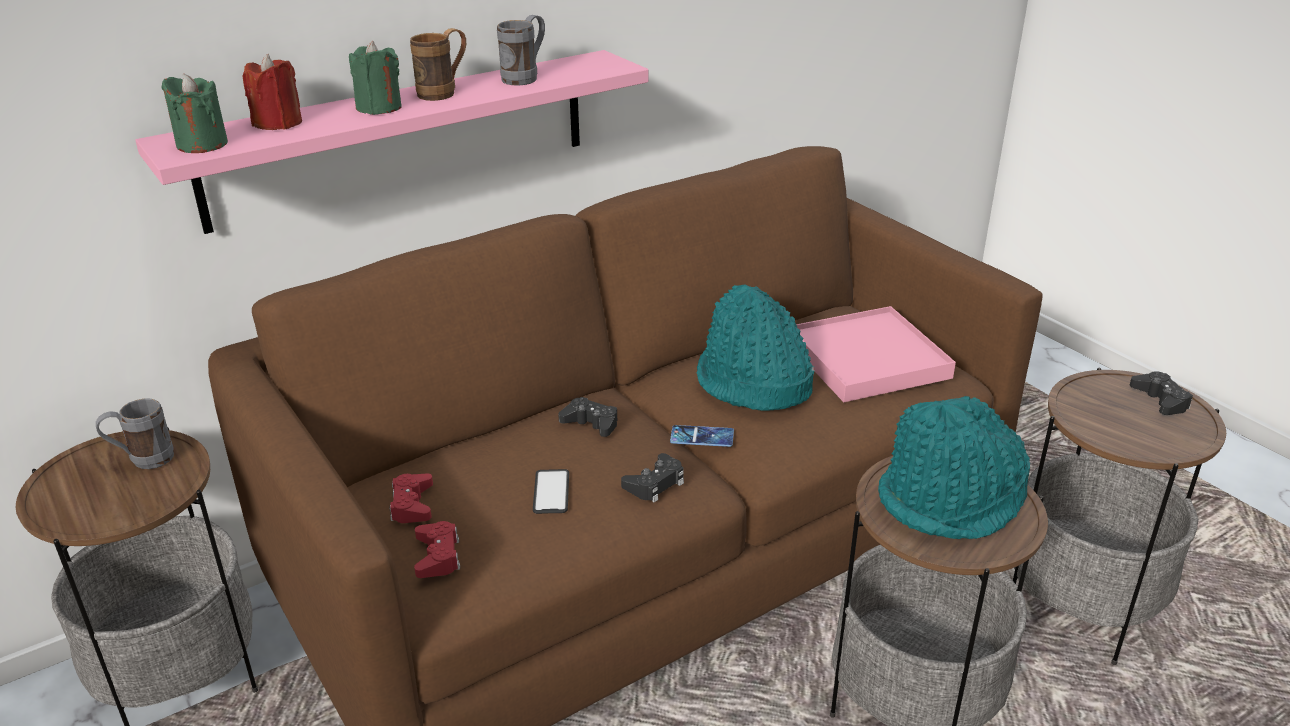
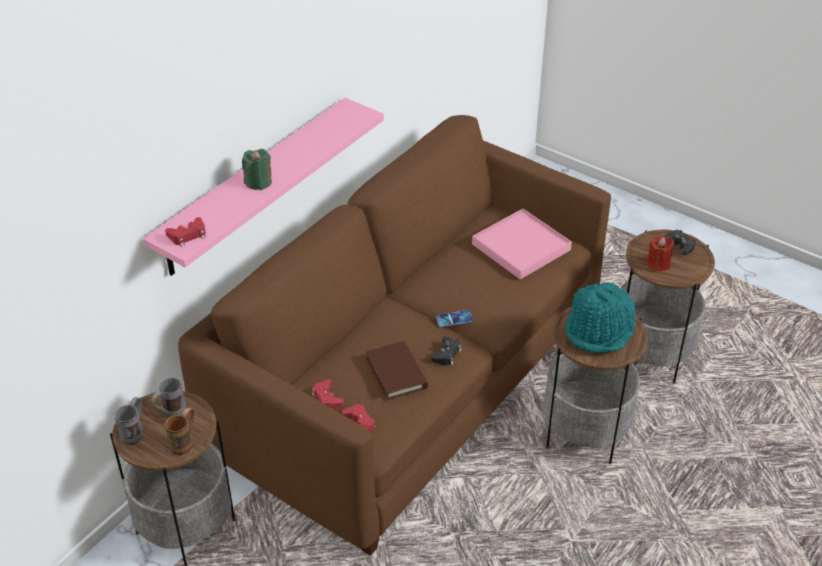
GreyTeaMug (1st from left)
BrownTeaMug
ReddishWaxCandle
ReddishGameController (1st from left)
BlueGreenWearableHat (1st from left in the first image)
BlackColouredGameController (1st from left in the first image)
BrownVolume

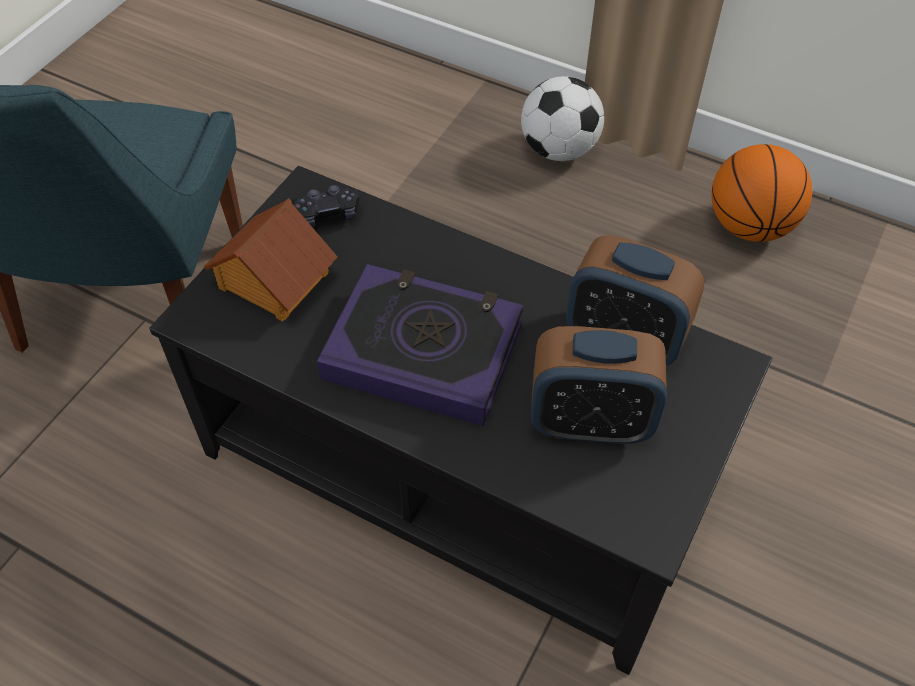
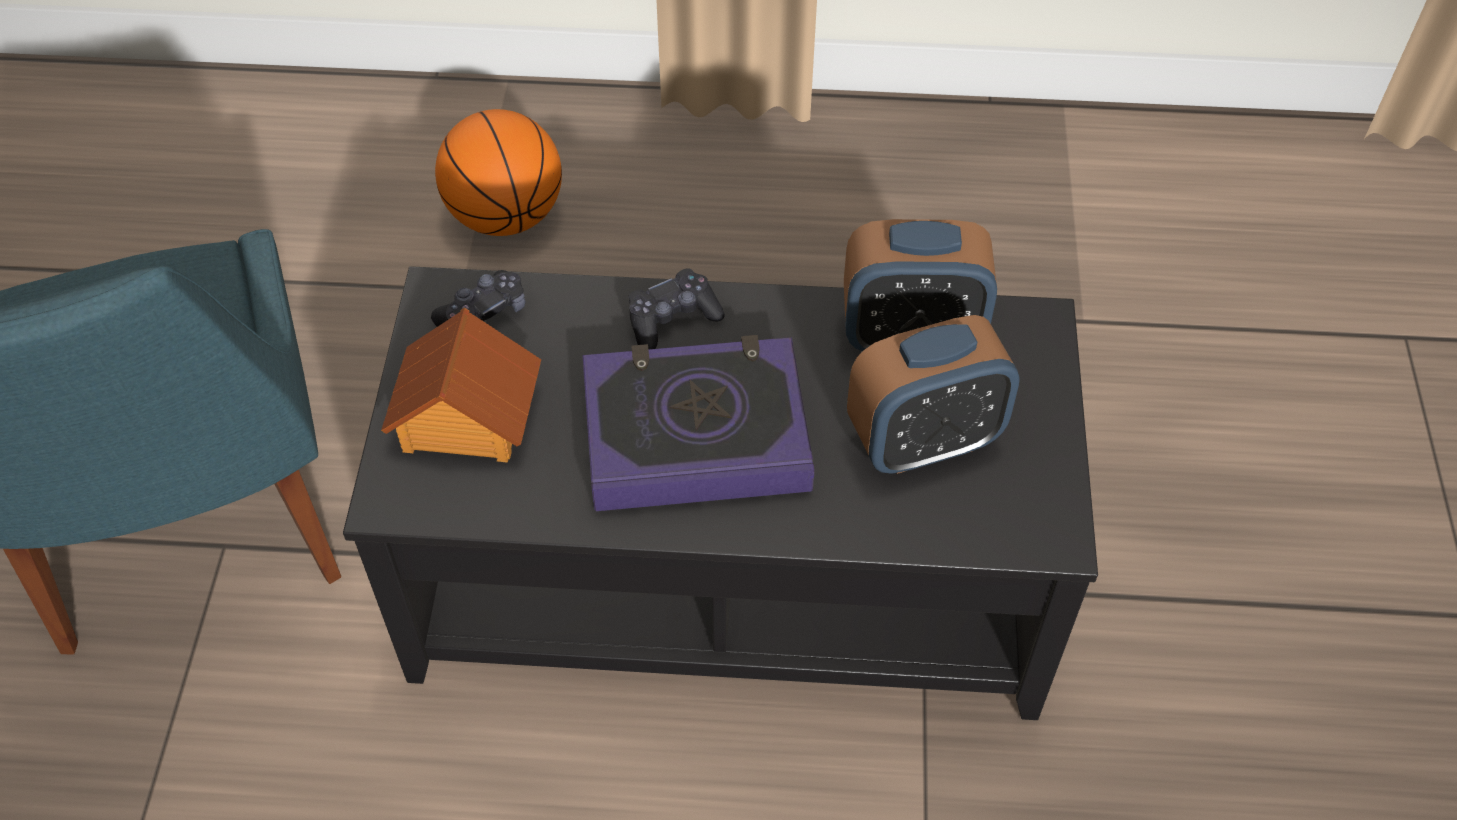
Football
Basketball
BlackColouredGameController (2nd from left)

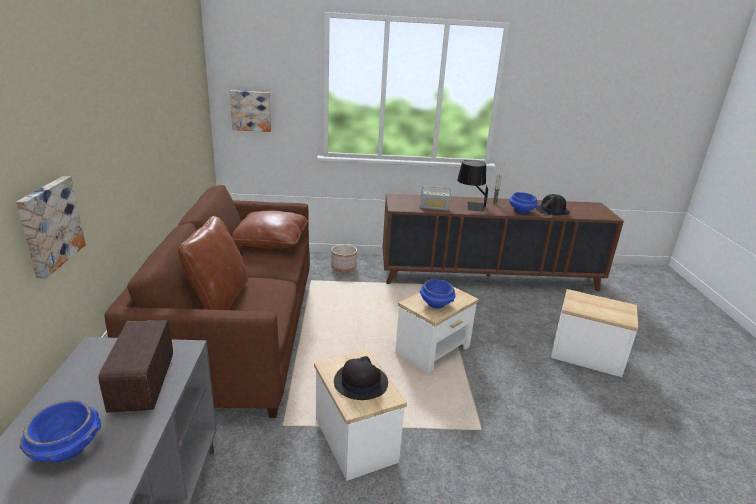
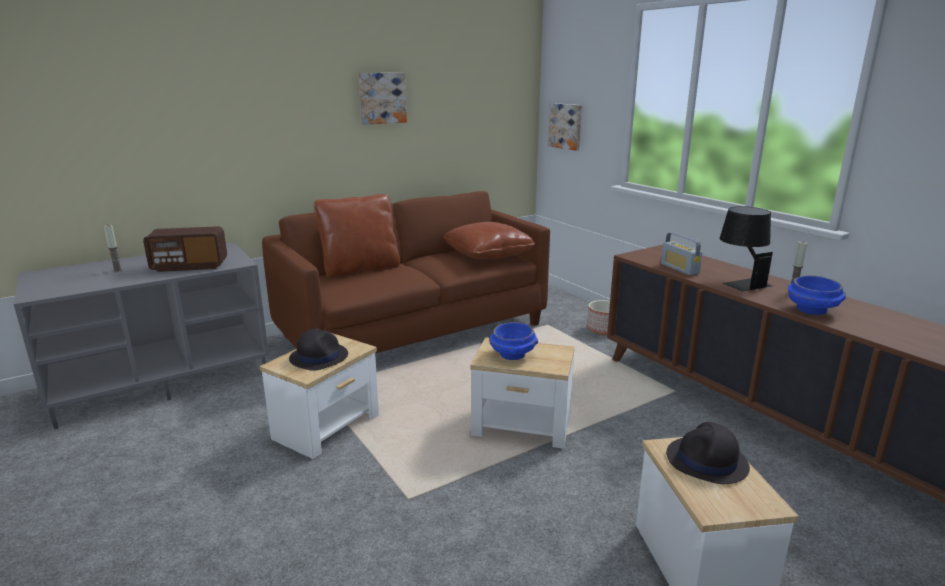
WallPicture (1st from left)
BlackColouredWearableHat (2nd from left)
Radio (1st from left)
WaxCandle (1st from left)

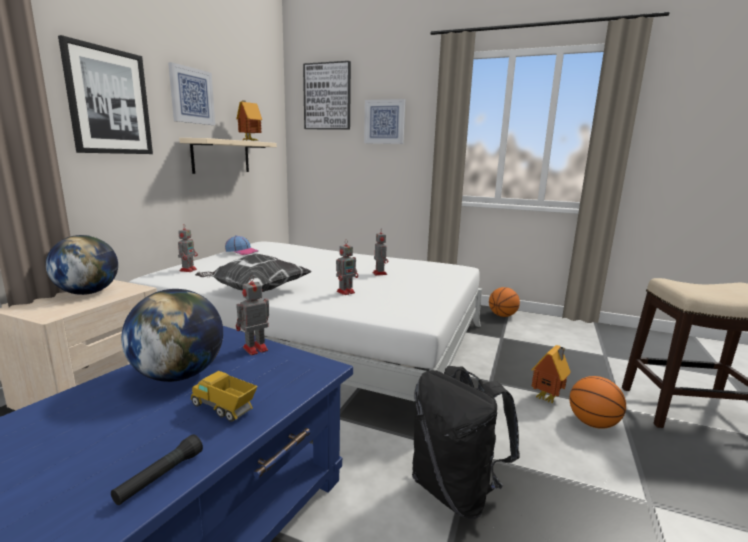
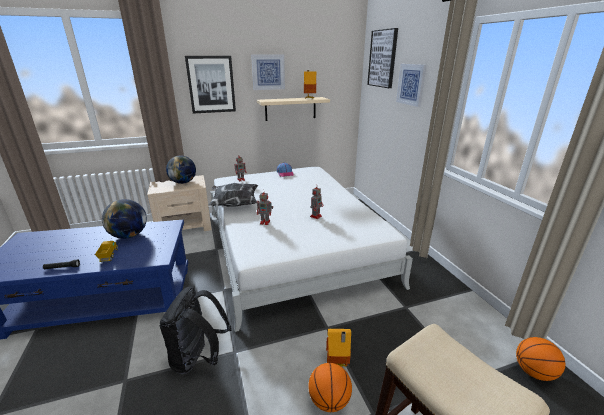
ModelRobot (2nd from left in the first image)
Basketball (2nd from left)

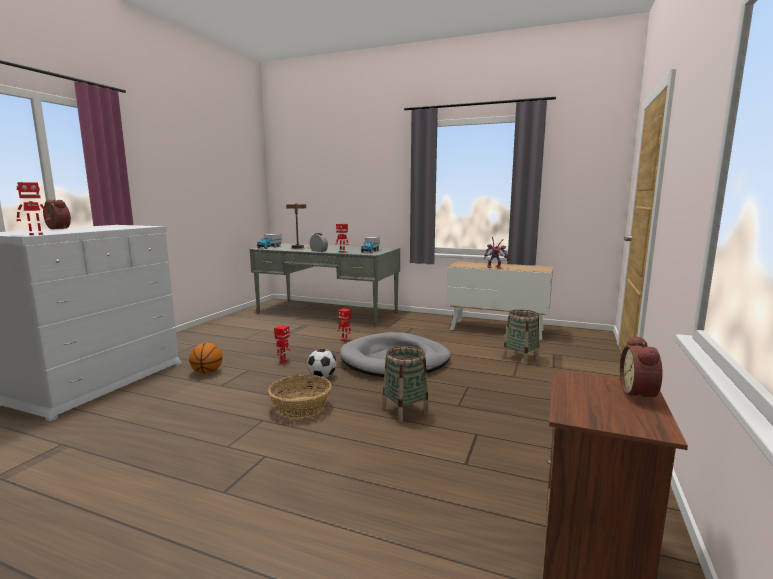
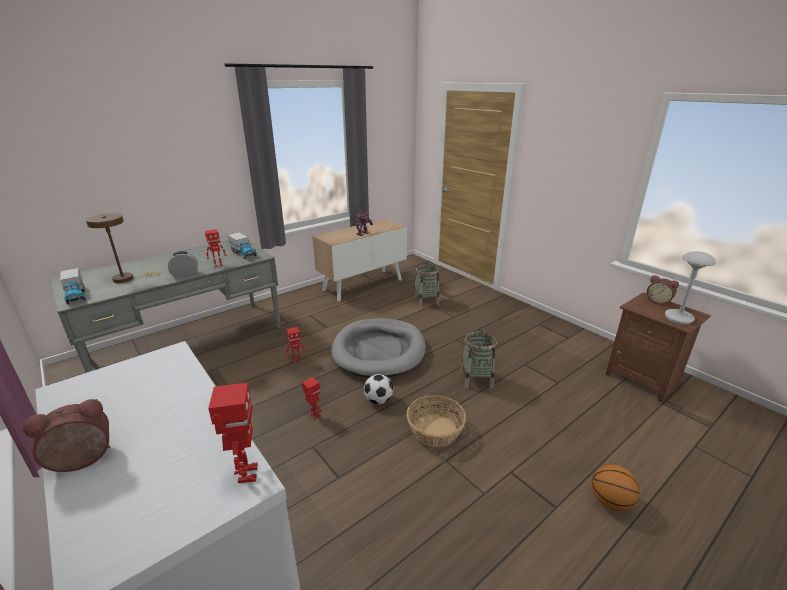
Basketball
GreyLampForATable

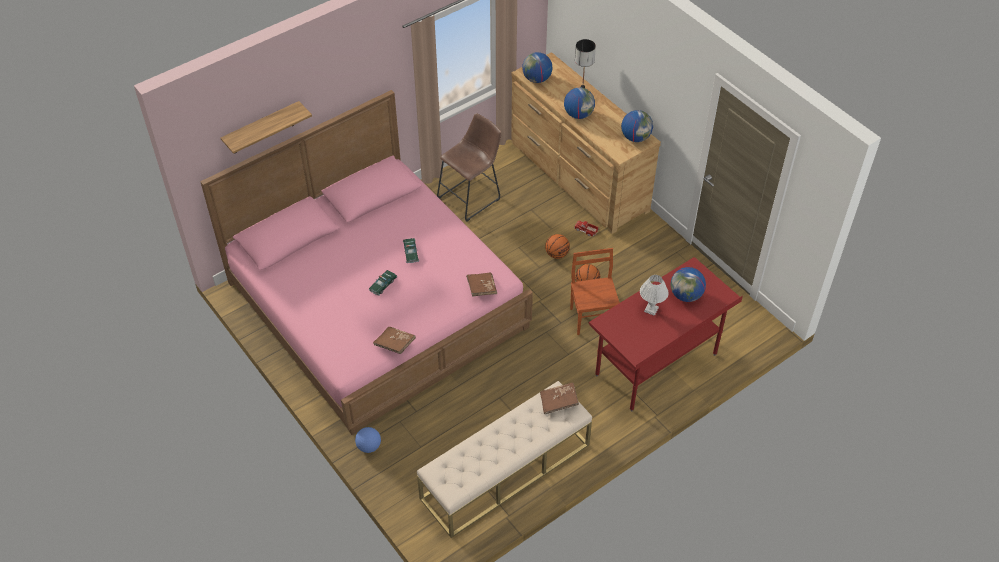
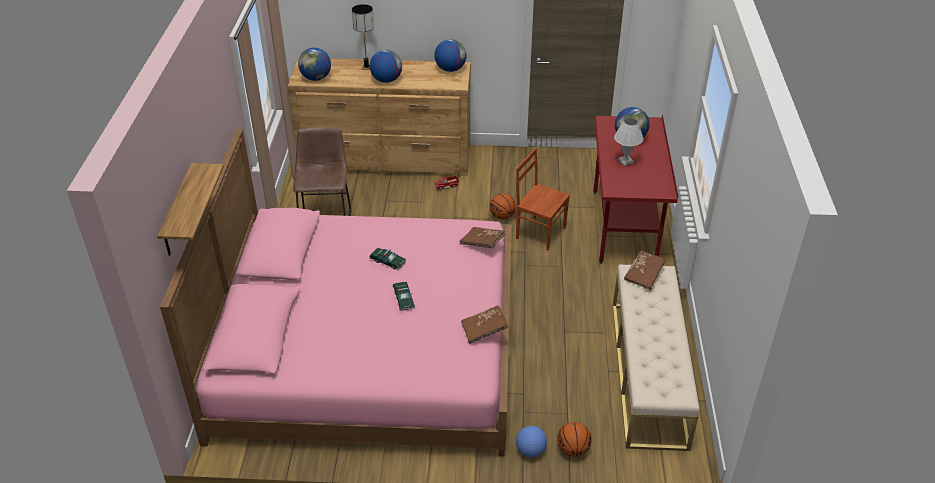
Basketball (2nd from left)

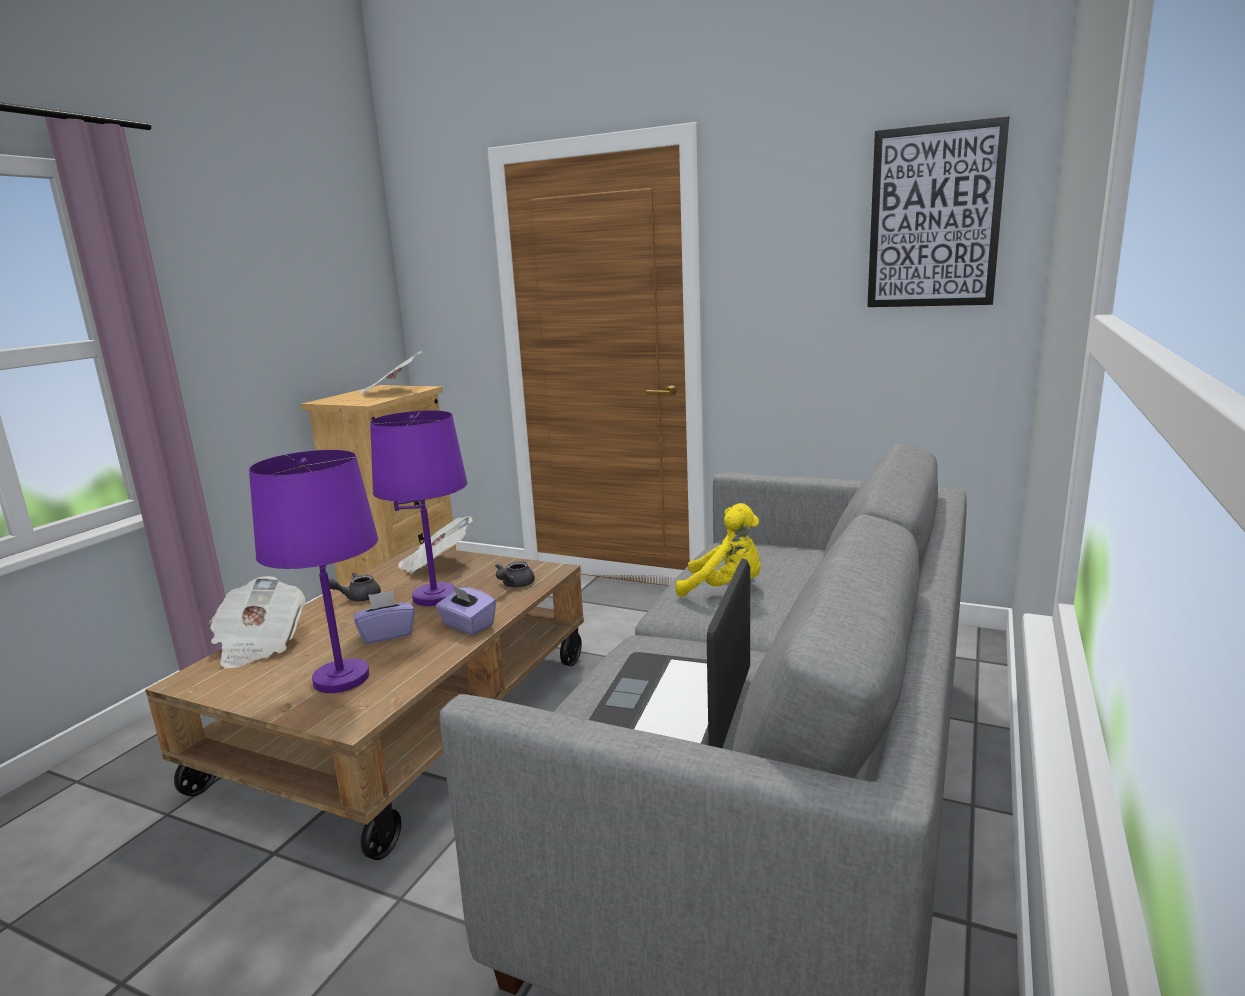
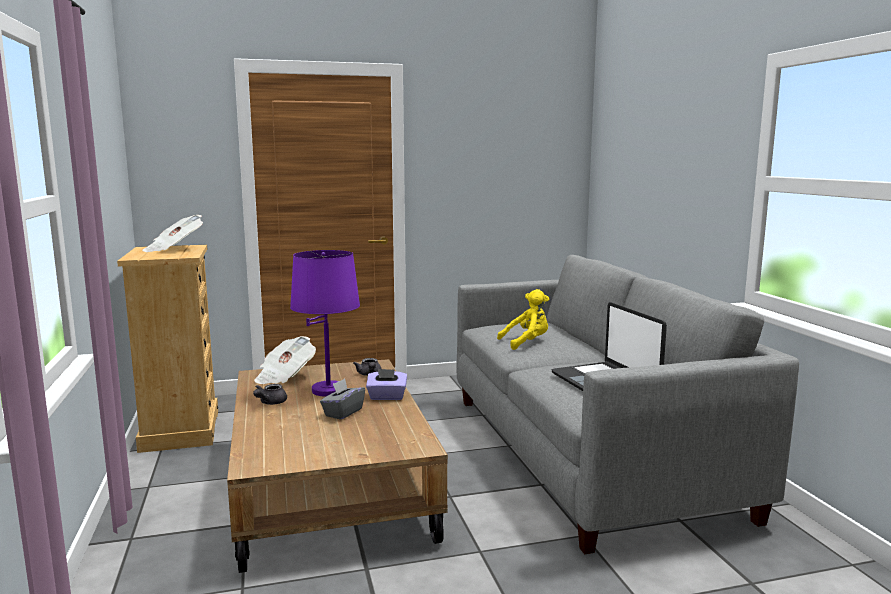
WallPicture
PurpleLampForATable (1st from left in the first image)
PrintedPaper (1st from left in the first image)
GreyTissueBox

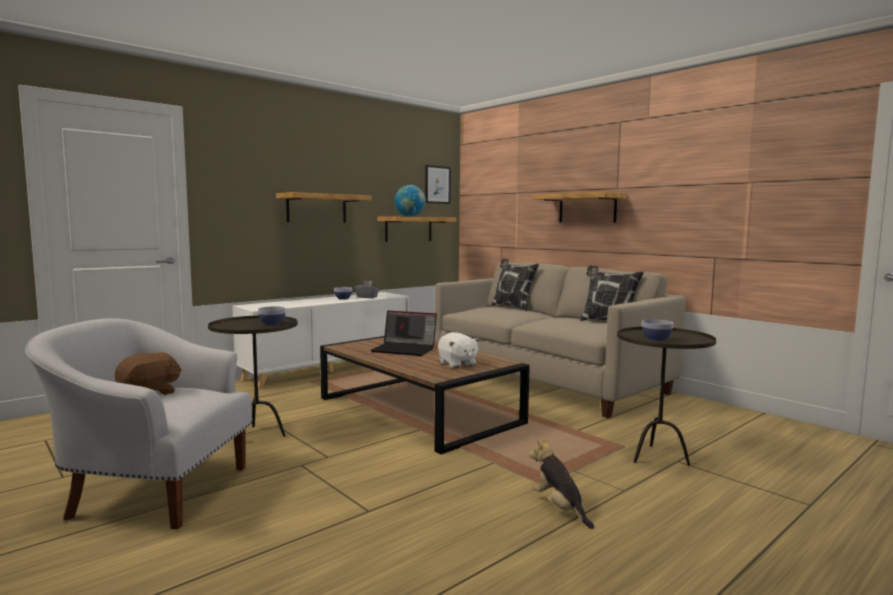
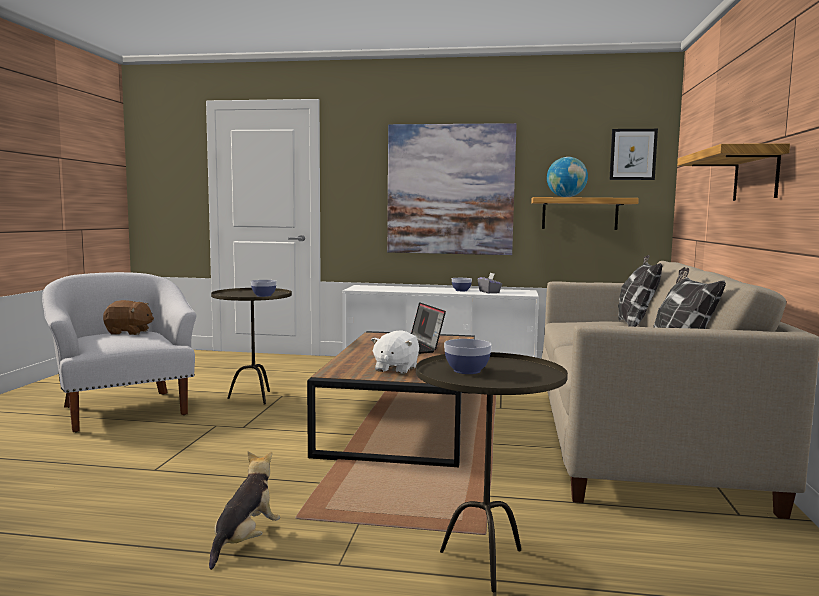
WallPicture (1st from left)

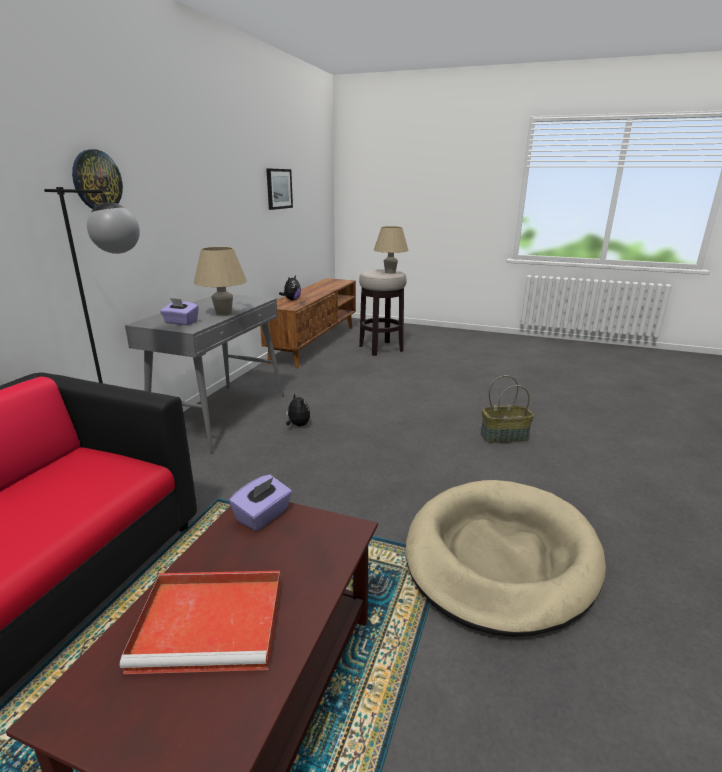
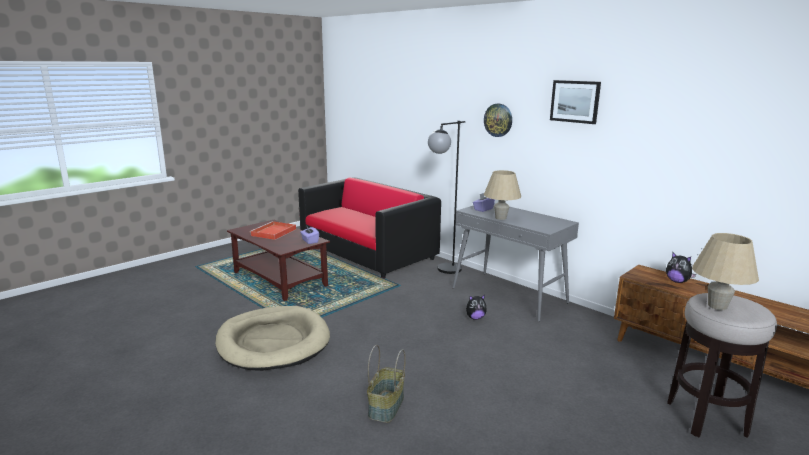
WallPicture

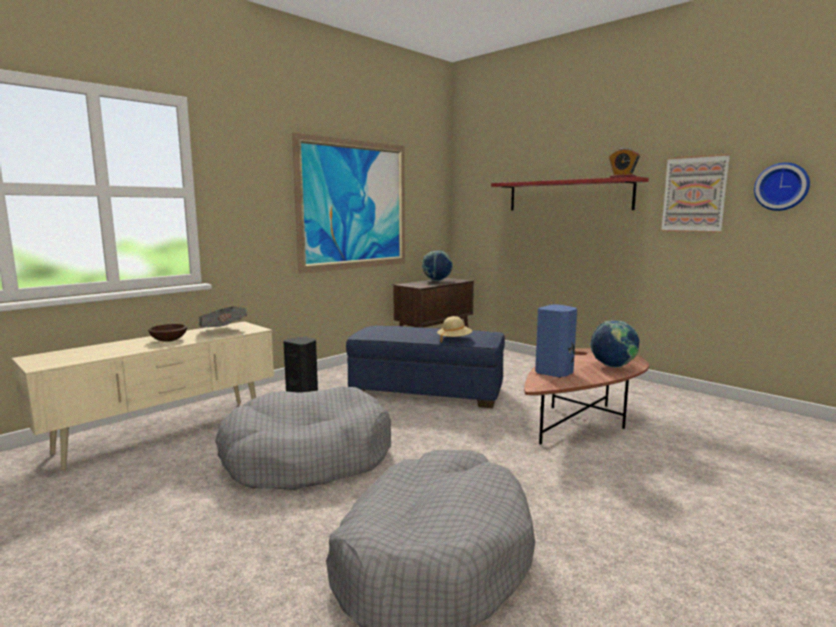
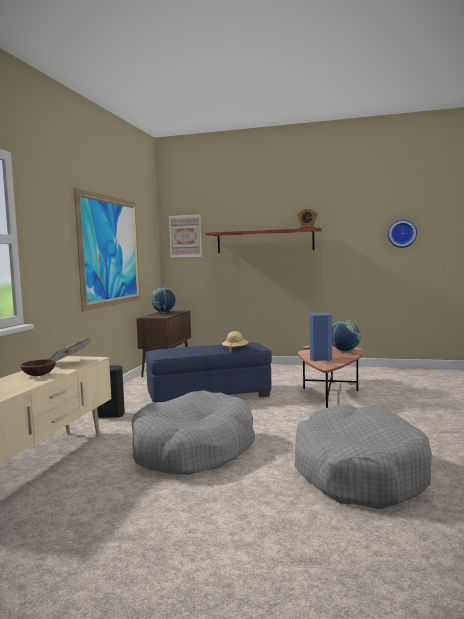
WallPicture (2nd from left)

